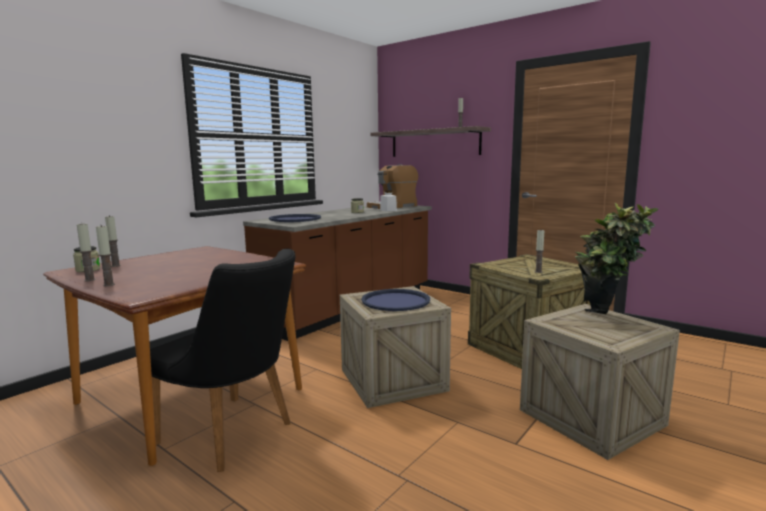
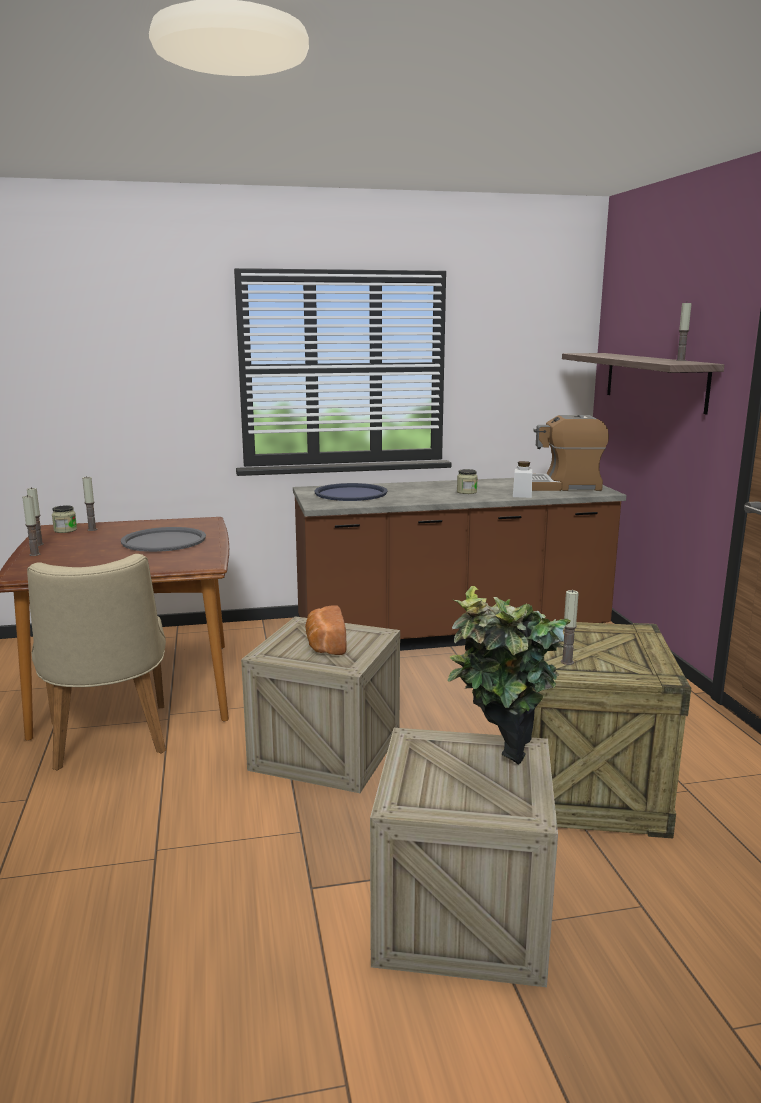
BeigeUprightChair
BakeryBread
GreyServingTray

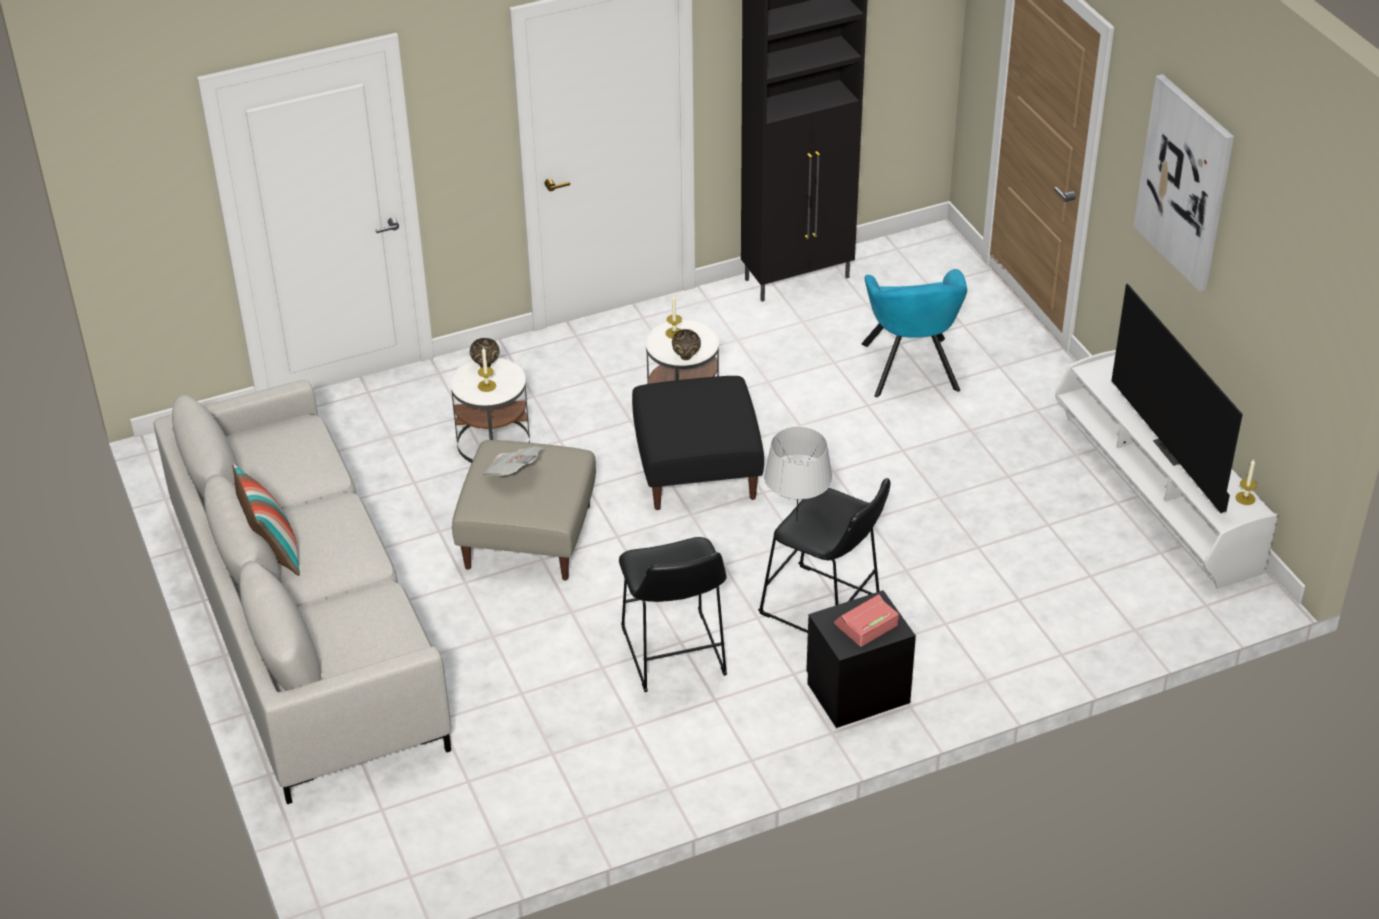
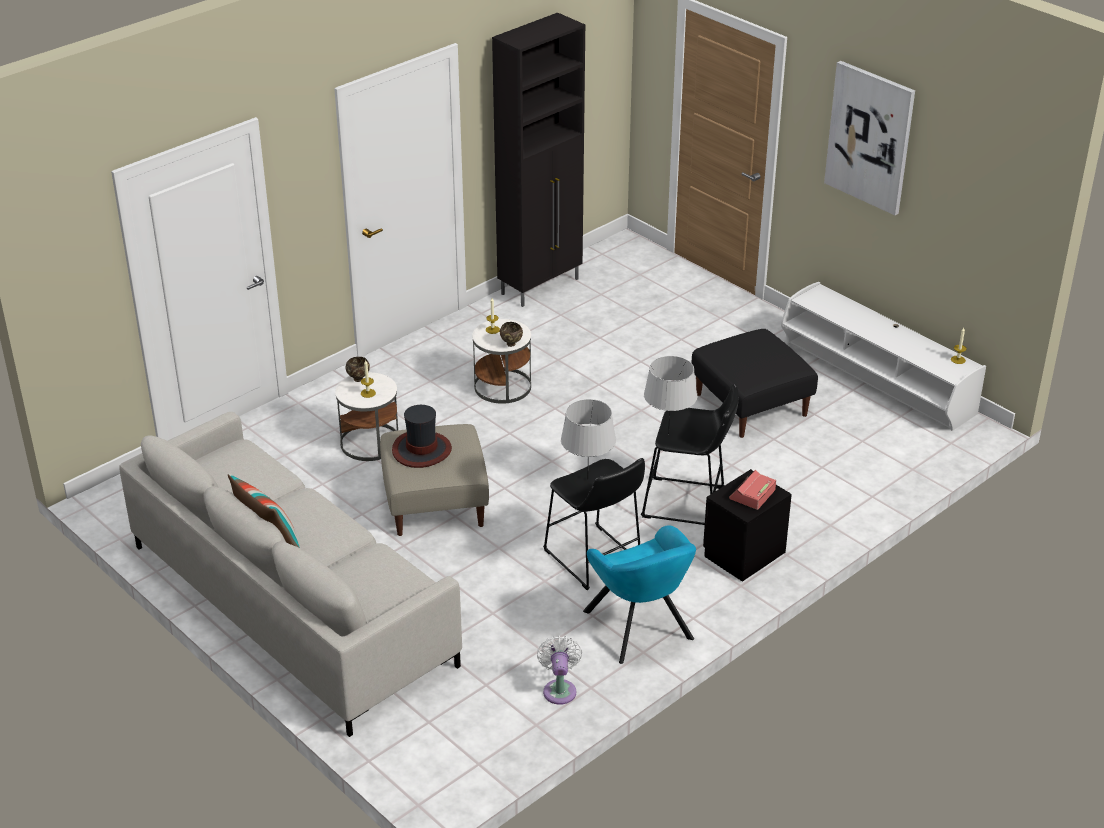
BlueGreenEasyChair
TvSet
BlackColouredOttoman
WearableHat
GreyLampForATable (1st from left)
WhiteColouredFan

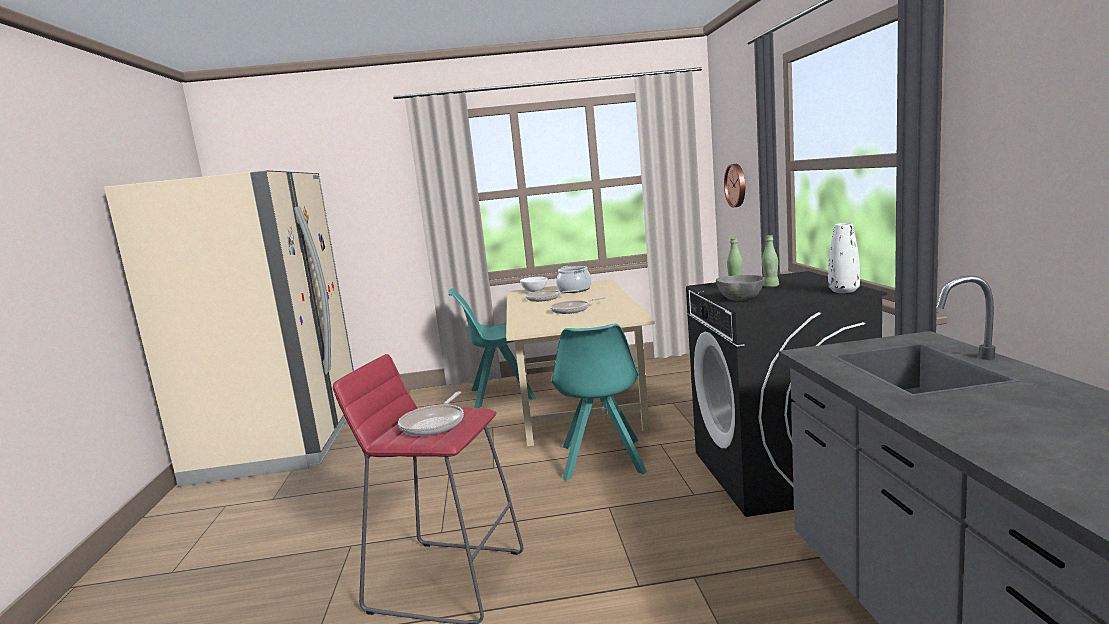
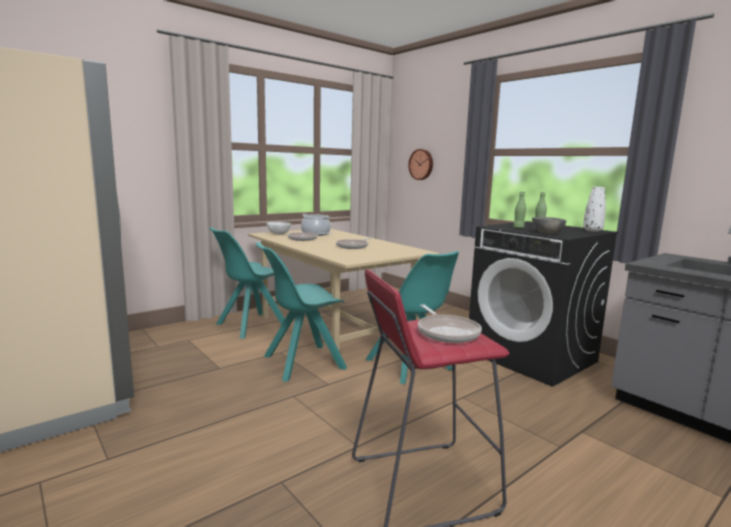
BlueGreenUprightChair (2nd from left)

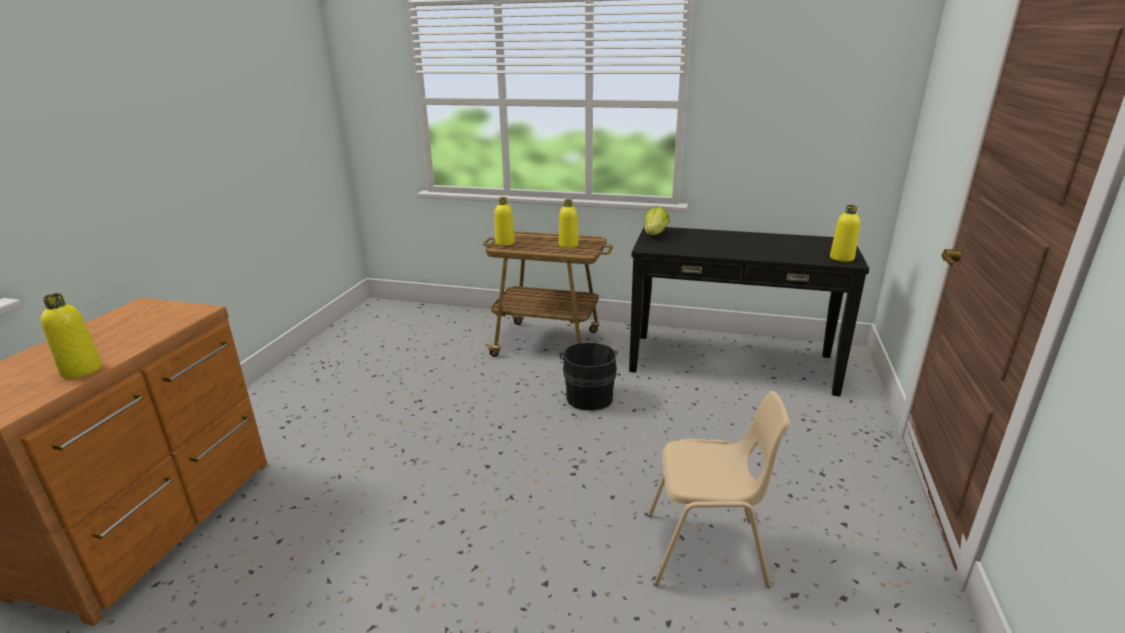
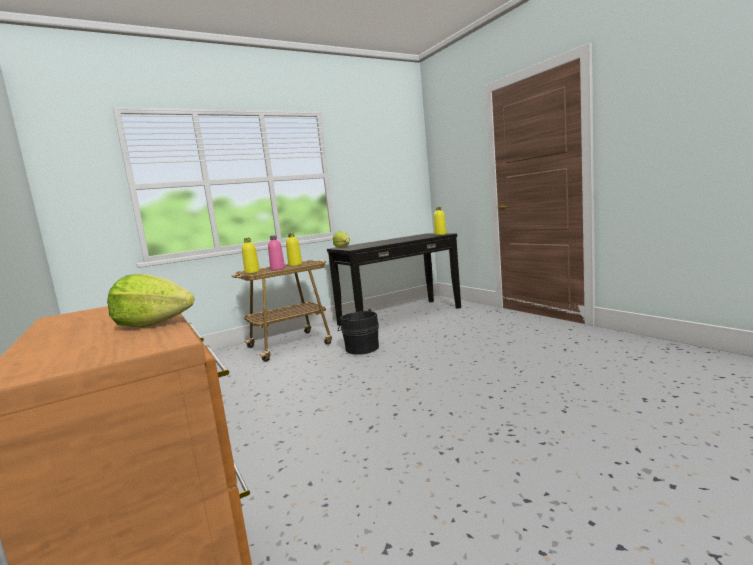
LettuceHead (1st from left)
BeigeUprightChair
PinkDrinkBottle

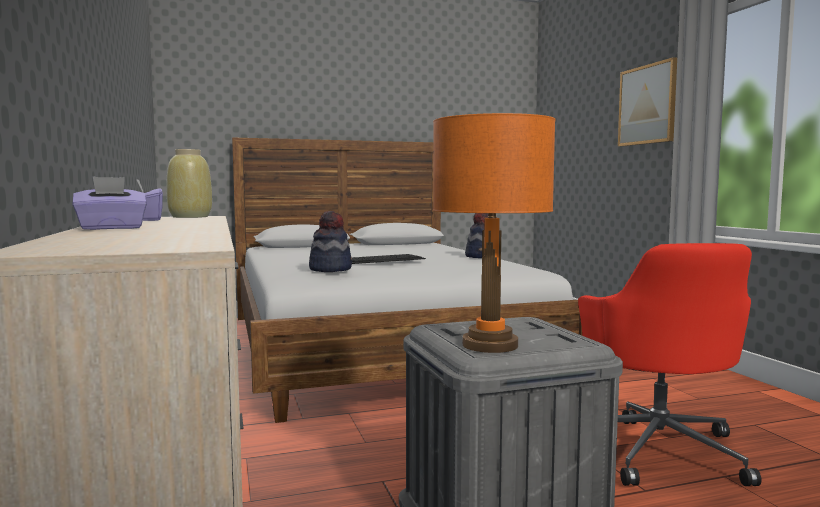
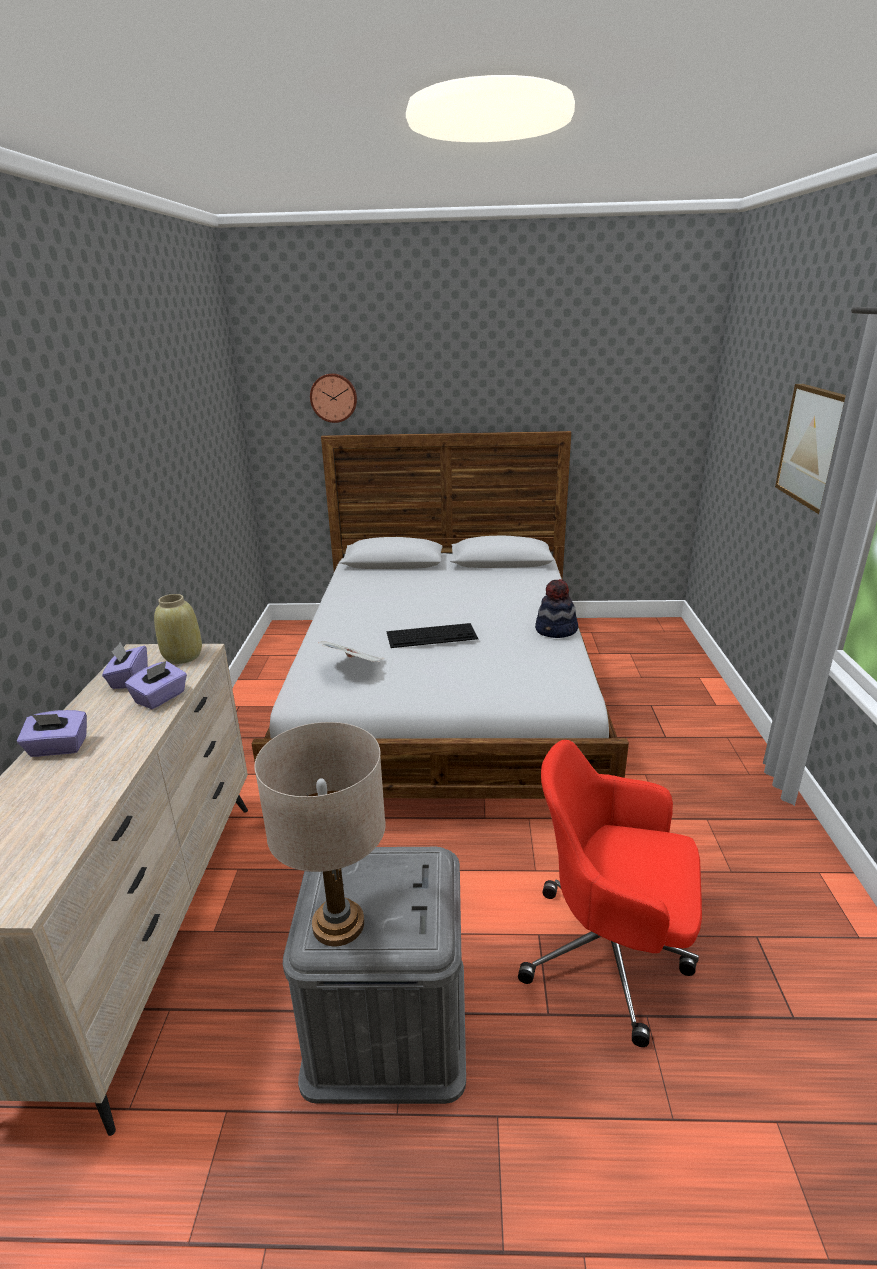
BeigeLampForATable
PrintedPaper
ReddishDeskChair
HangingClock
PurpleTissueBox (3rd from left)

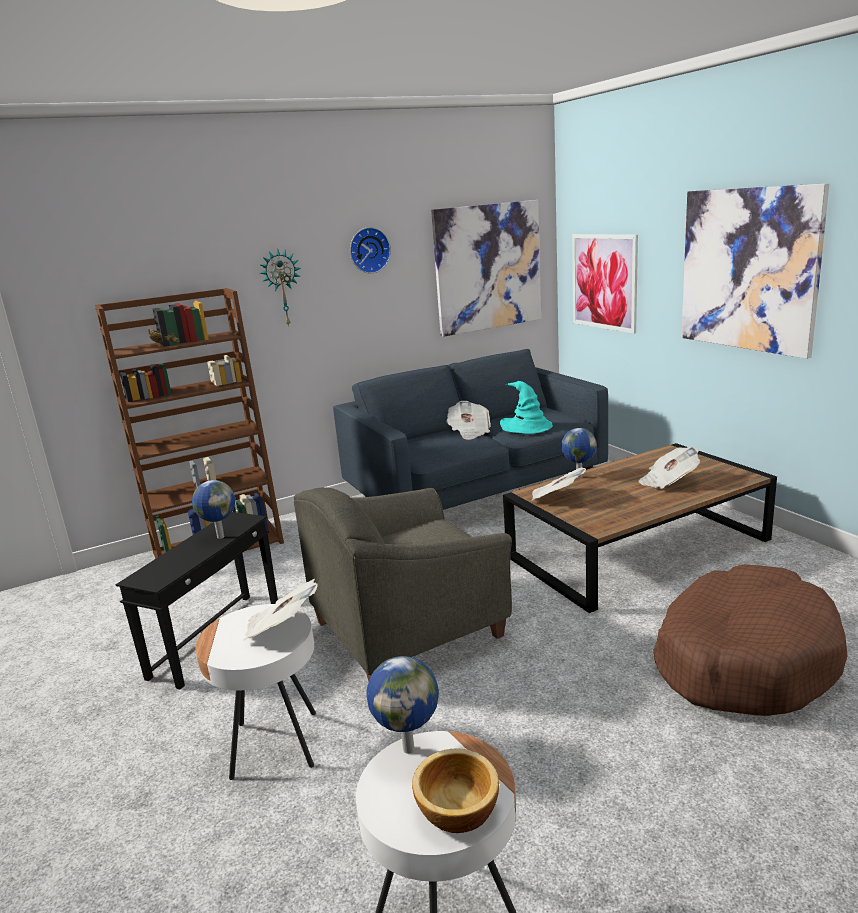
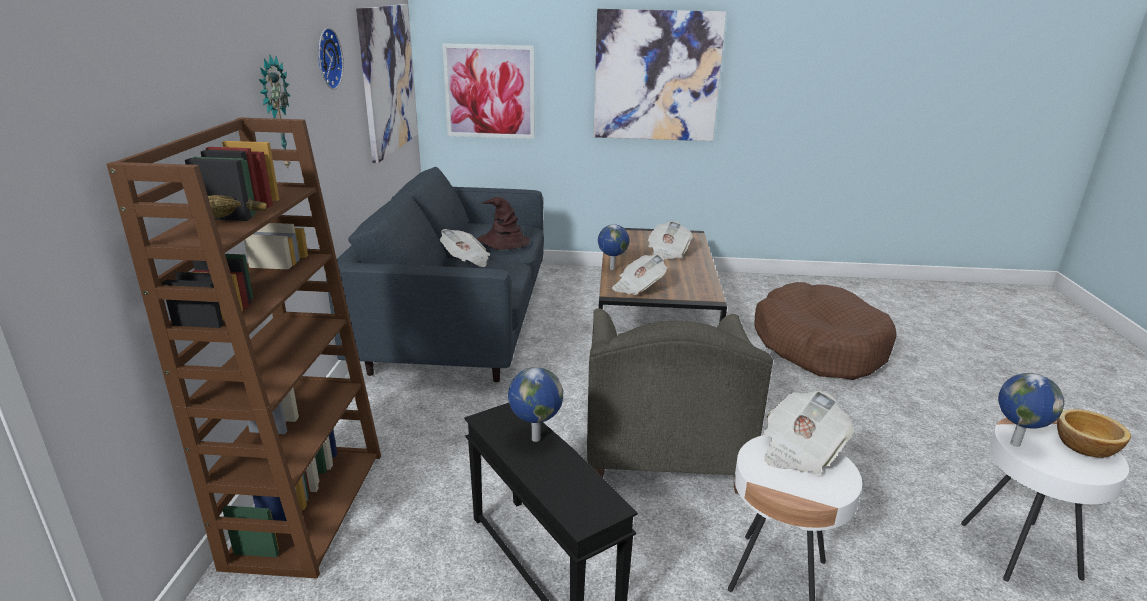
BrownWearableHat

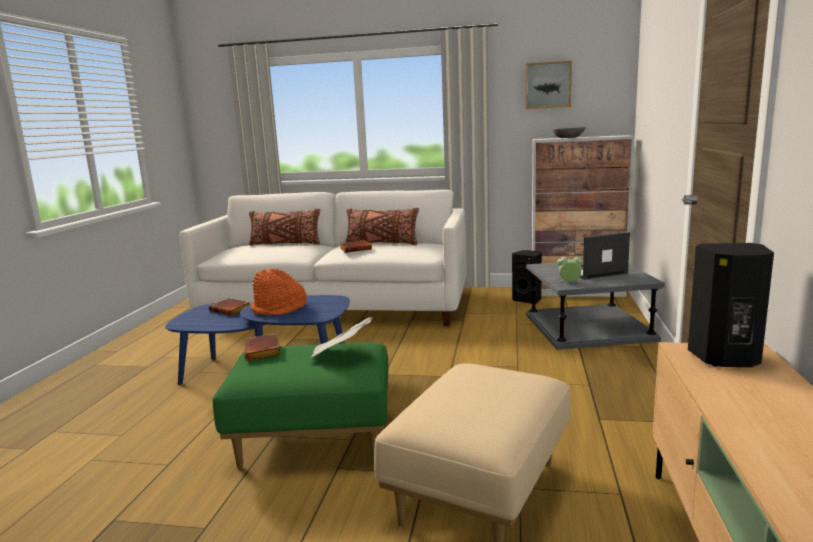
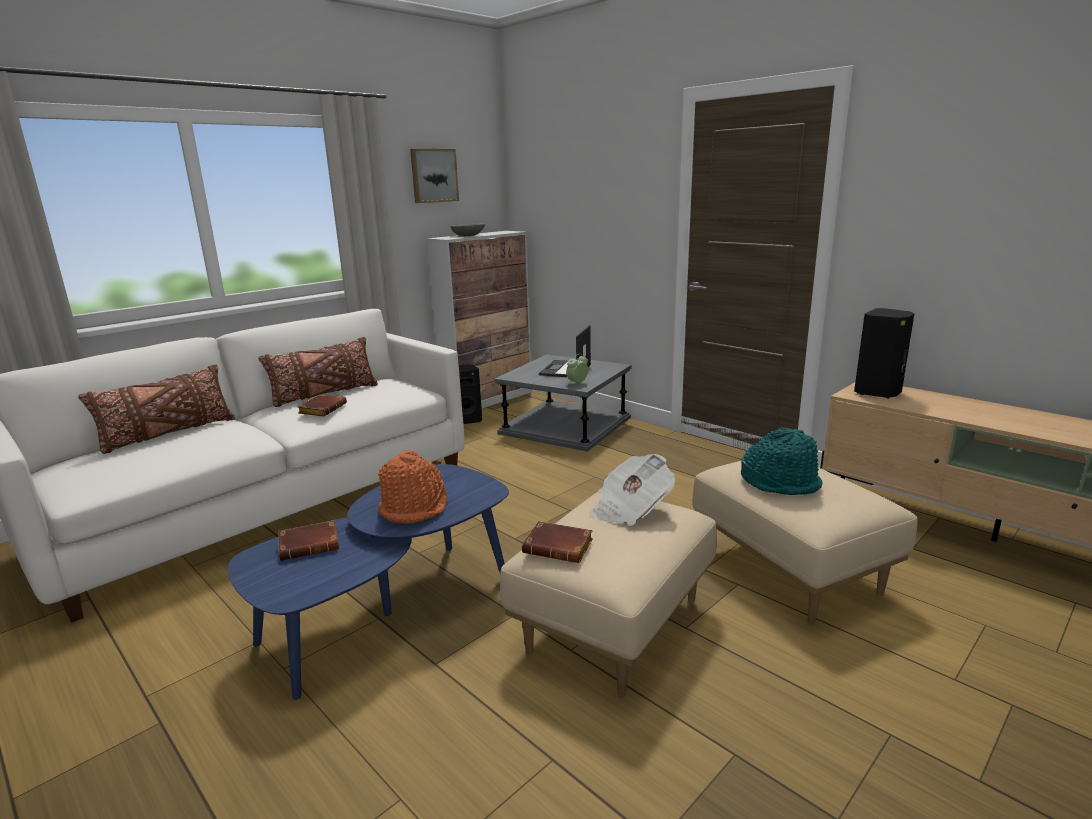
BeigeOttoman (1st from left)
BlueGreenWearableHat

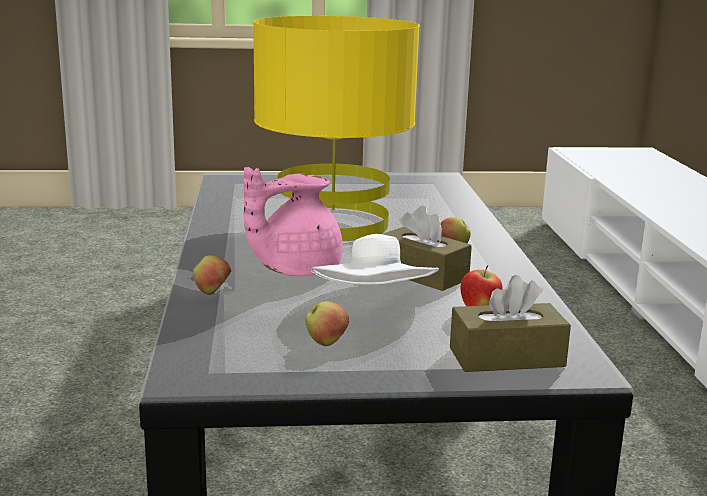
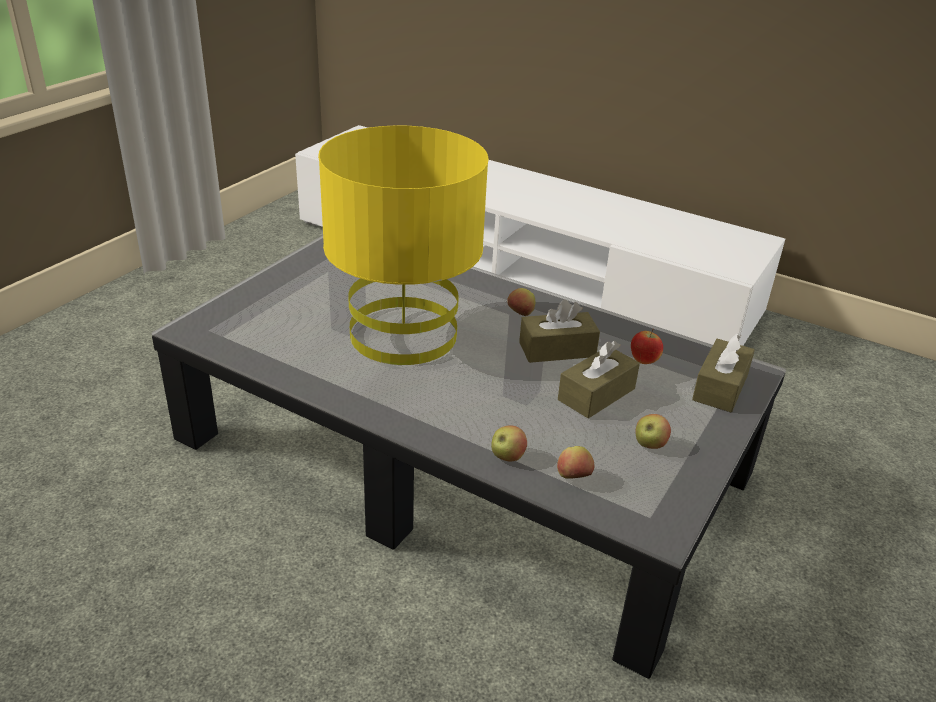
PinkTeapot
BrownTissueBox (2nd from left)
AppleFruit (3rd from left)

